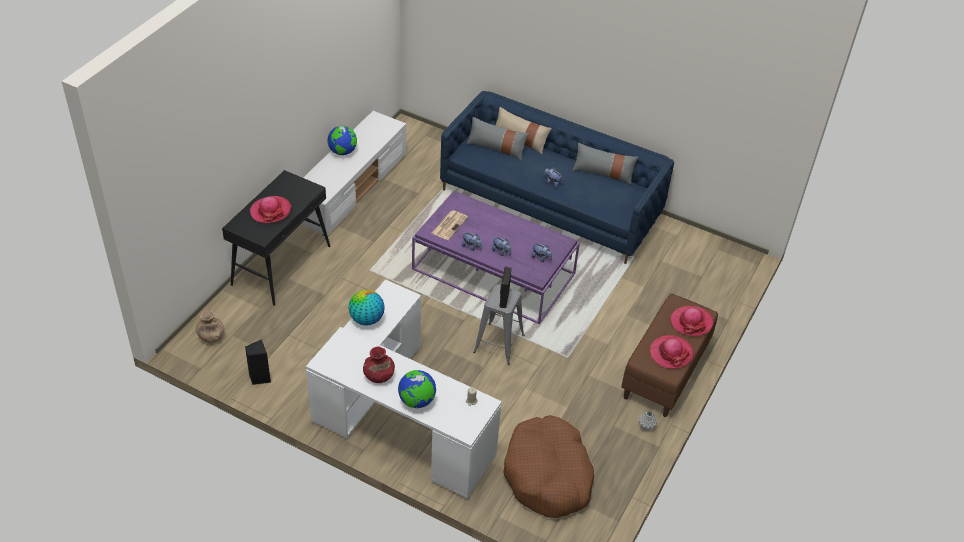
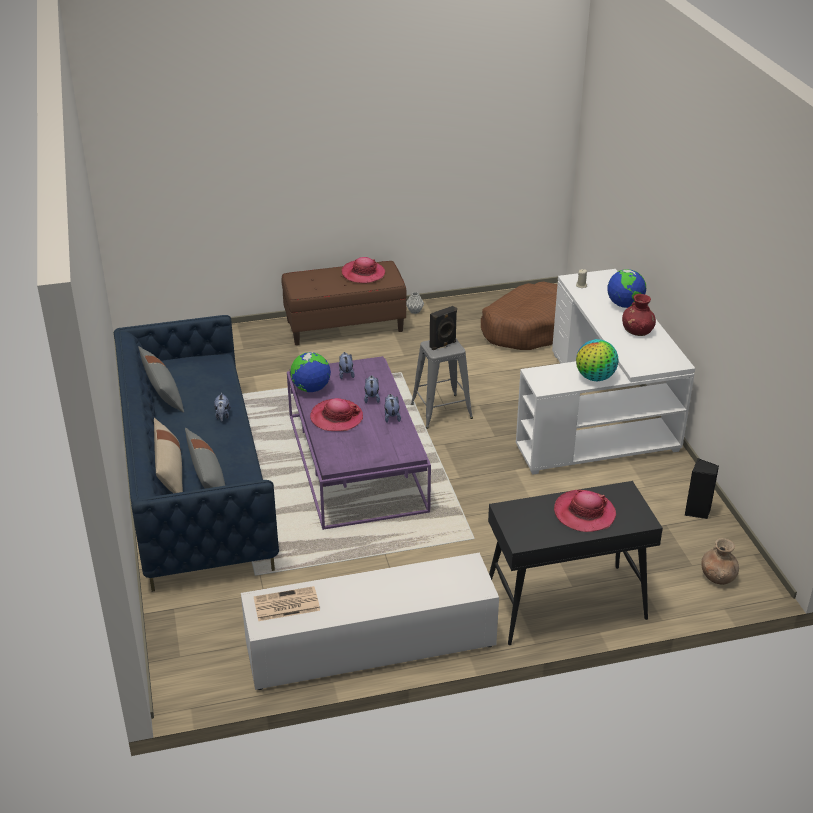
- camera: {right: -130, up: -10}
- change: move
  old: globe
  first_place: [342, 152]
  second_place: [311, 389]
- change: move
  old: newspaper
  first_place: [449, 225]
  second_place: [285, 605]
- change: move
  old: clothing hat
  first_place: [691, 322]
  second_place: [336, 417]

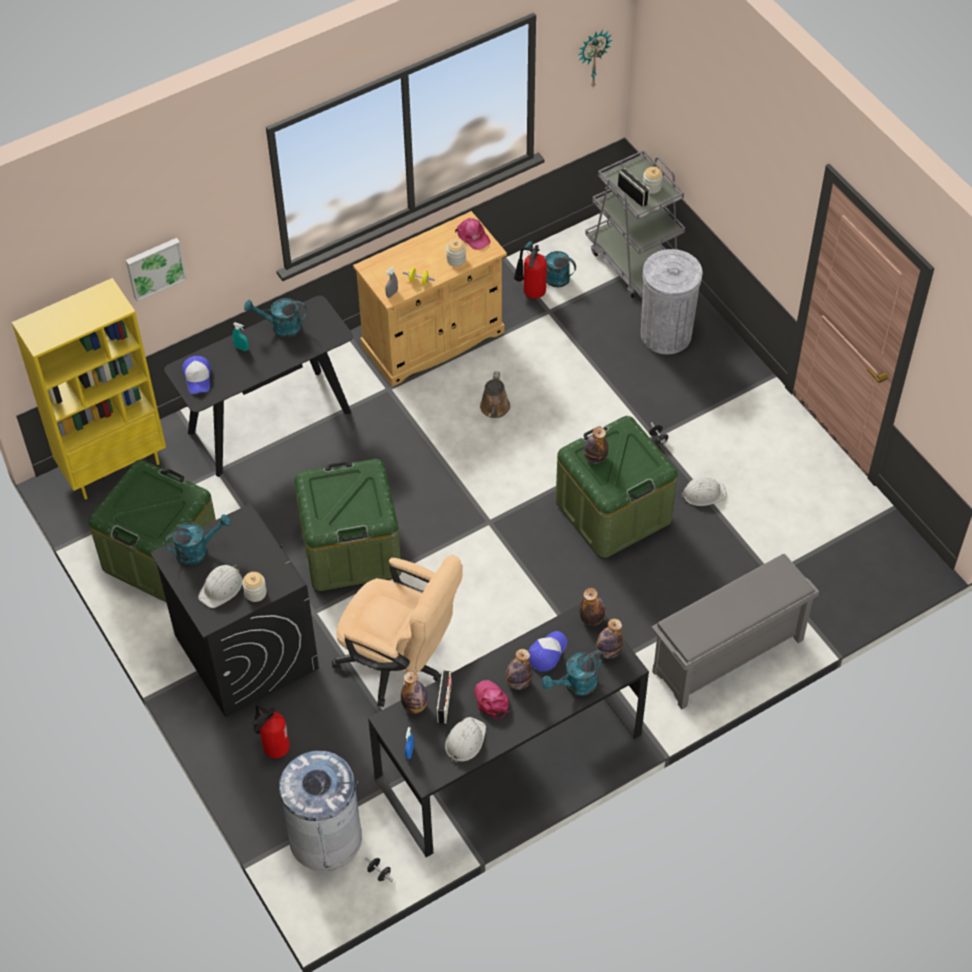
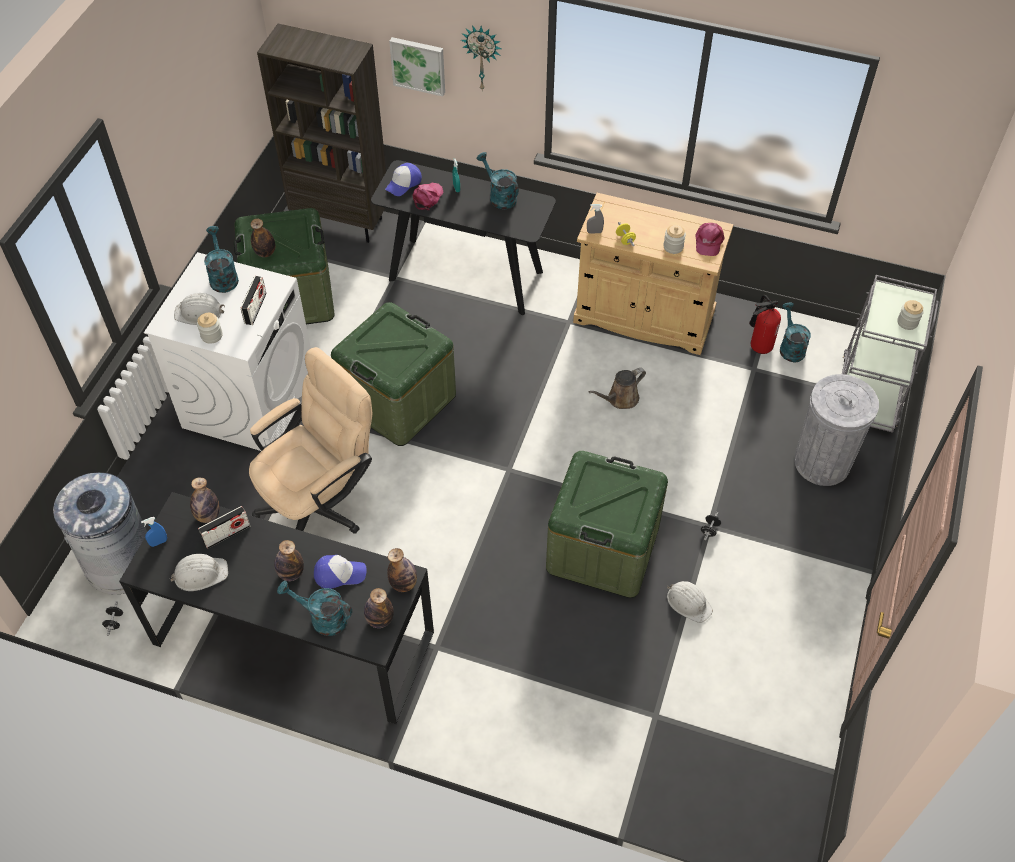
- camera: {right: 50, up: 0}
- change: recolor
  old: shelving unit in yellowish
  new: shelving unit in brown-coloured
  first_place: [114, 466]
  second_place: [342, 221]
- change: recolor
  old: laundry appliance in black
  new: laundry appliance in whitish
  first_place: [245, 651]
  second_place: [250, 400]
- change: rotate
  old: watering pot in turquoise-coloured
  first_place: [197, 550]
  second_place: [223, 276]
  degrees: -135
- change: delete
  old: extinguisher
  first_place: [272, 748]
- change: rotate
  old: desk chair in beige-coloured
  first_place: [400, 664]
  second_place: [320, 503]
  degrees: -120
- change: move
  old: peaked cap in pink-coloured
  first_place: [491, 701]
  second_place: [427, 198]
- change: move
  old: wall clock
  first_place: [592, 58]
  second_place: [482, 57]
- change: move
  old: bottle
  first_place: [595, 458]
  second_place: [265, 253]
- change: move
  old: radio receiver
  first_place: [633, 195]
  second_place: [255, 308]
- change: delete
  old: shoe rack in greyish
  first_place: [727, 657]

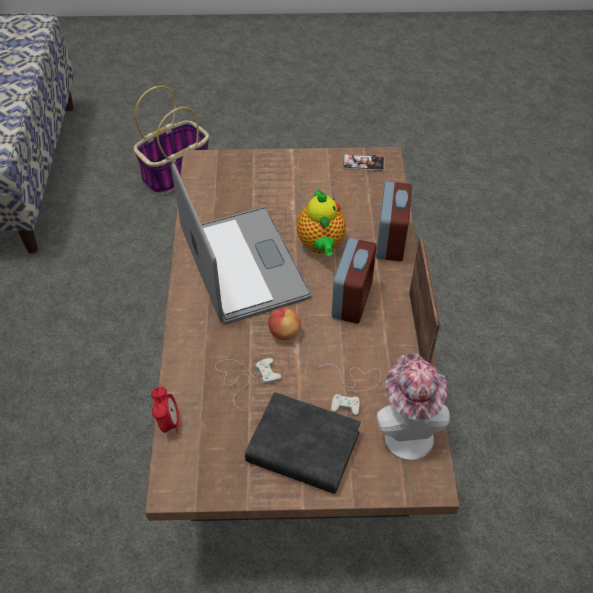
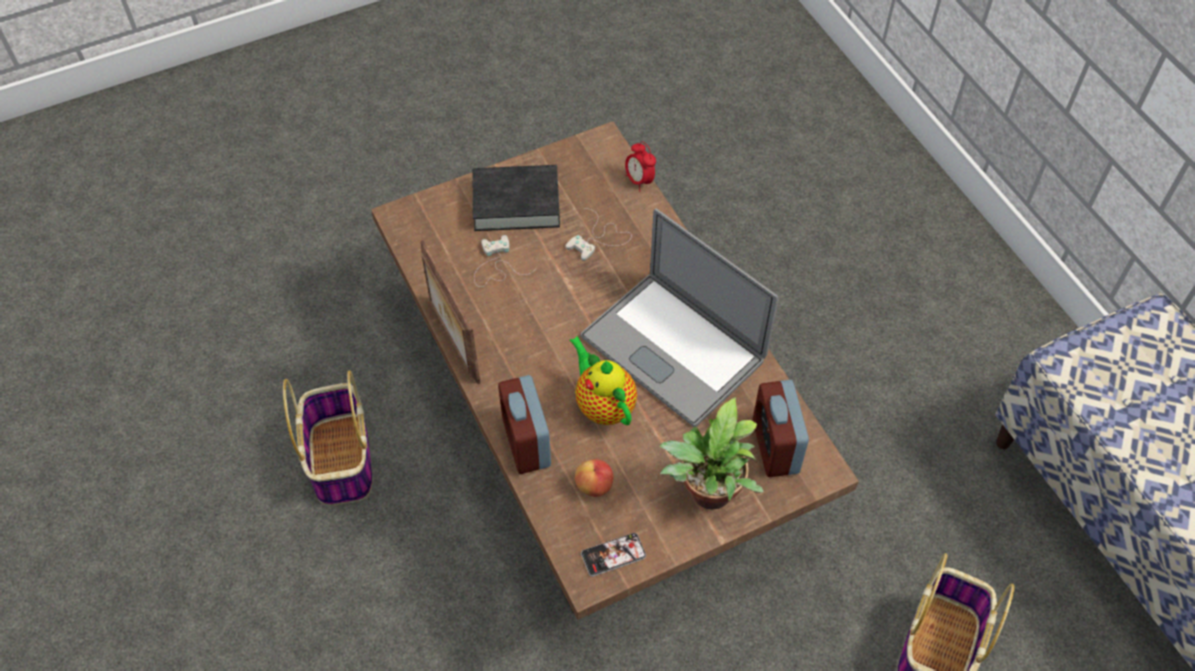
- camera: {right: 155, up: 5}
- change: move
  old: whole apple
  first_place: [284, 333]
  second_place: [594, 486]
- change: move
  old: bedside clock
  first_place: [352, 300]
  second_place: [775, 446]
- change: delete
  old: clothing hat
  first_place: [406, 431]
- change: insert
  new: basket
  second_place: [340, 459]
- change: insert
  new: potted plant
  second_place: [708, 496]

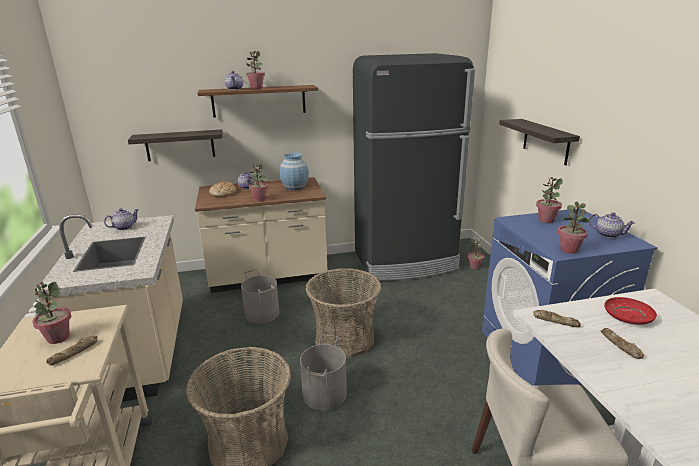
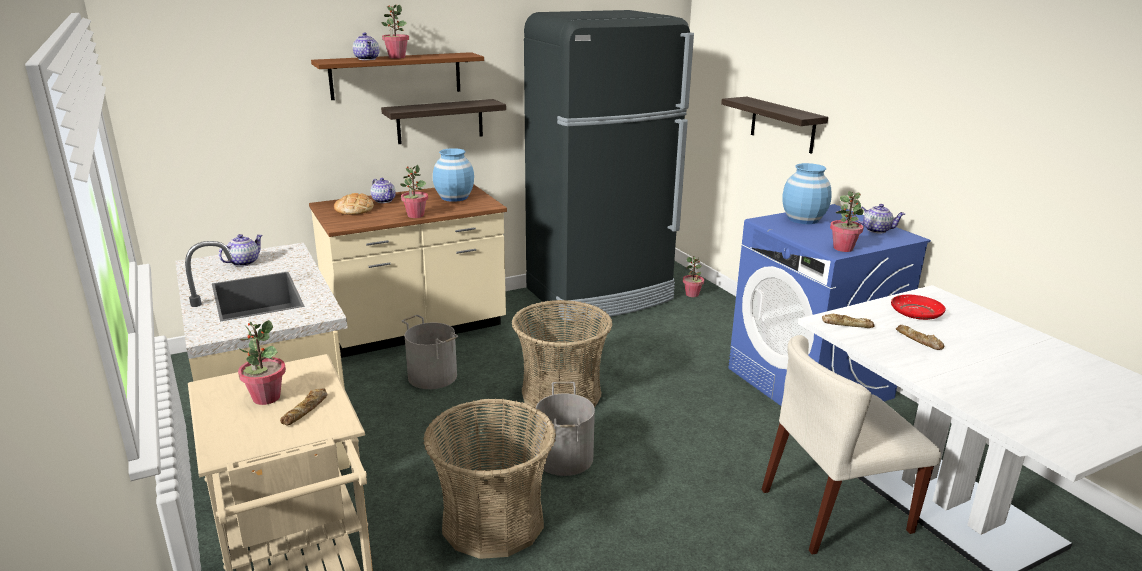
- camera: {right: -15, up: 0}
- change: move
  old: shelf
  first_place: [180, 145]
  second_place: [440, 121]
- change: replace
  old: potted plant
  new: decorative vase in bluish
  first_place: [546, 220]
  second_place: [803, 219]

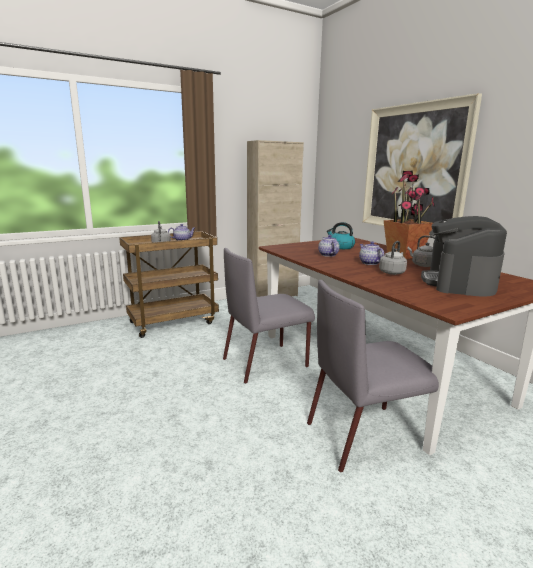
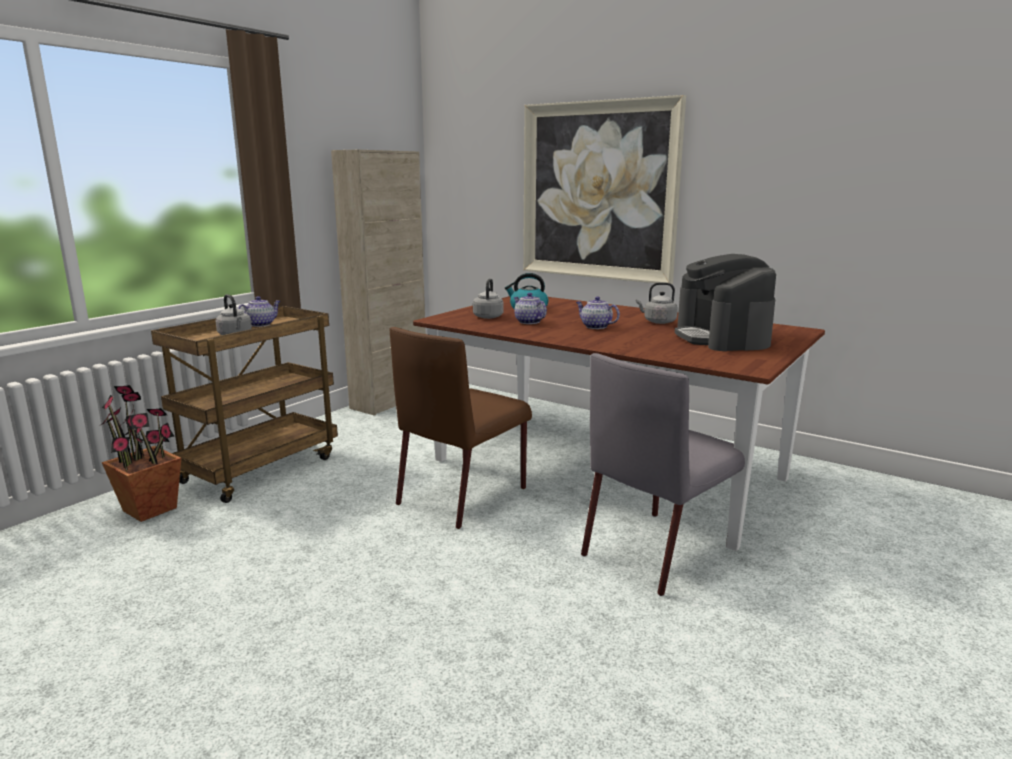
- camera: {right: -25, up: 0}
- change: recolor
  old: chair in greyish
  new: chair in brown-coloured
  first_place: [266, 362]
  second_place: [463, 495]
- change: move
  old: kettle in greyish
  first_place: [392, 272]
  second_place: [488, 316]
- change: move
  old: potted plant
  first_place: [404, 256]
  second_place: [150, 509]

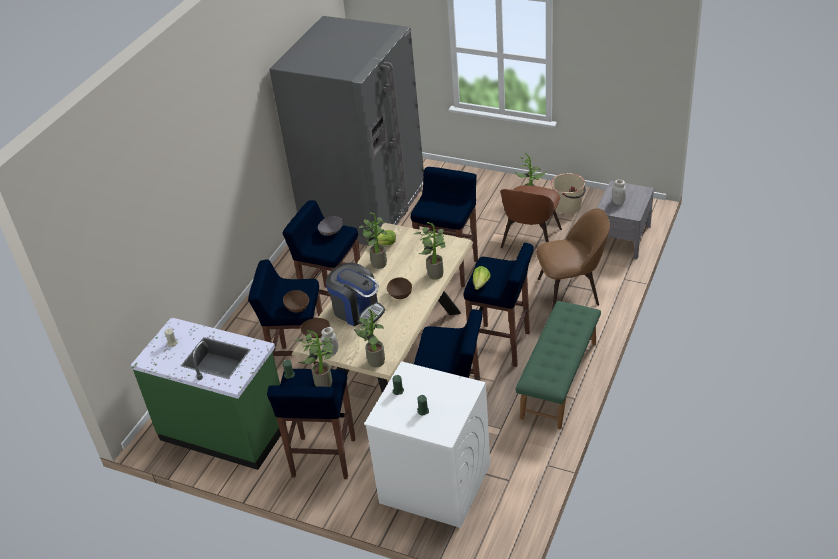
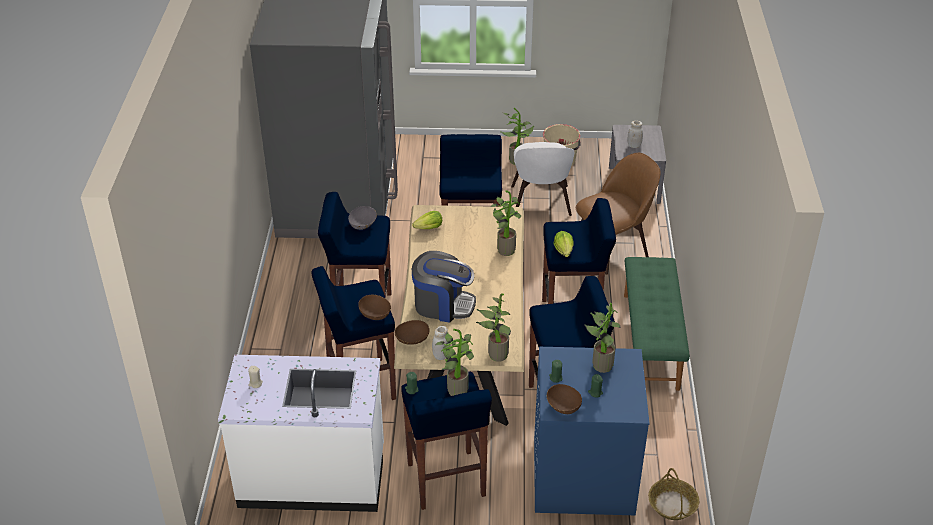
- camera: {right: -25, up: 0}
- change: recolor
  old: kitchen counter in greenish
  new: kitchen counter in whitish
  first_place: [225, 430]
  second_place: [312, 477]
- change: move
  old: potted plant
  first_place: [377, 263]
  second_place: [599, 364]
- change: recolor
  old: laundry appliance in whitish
  new: laundry appliance in bluish
  first_place: [434, 483]
  second_place: [582, 477]
- change: move
  old: deep dish in brown-coloured
  first_place: [400, 294]
  second_place: [563, 407]
- change: recolor
  old: chair in brown-coloured
  new: chair in whitish
  first_place: [530, 240]
  second_place: [541, 202]
- change: insert
  new: basket
  second_place: [672, 504]

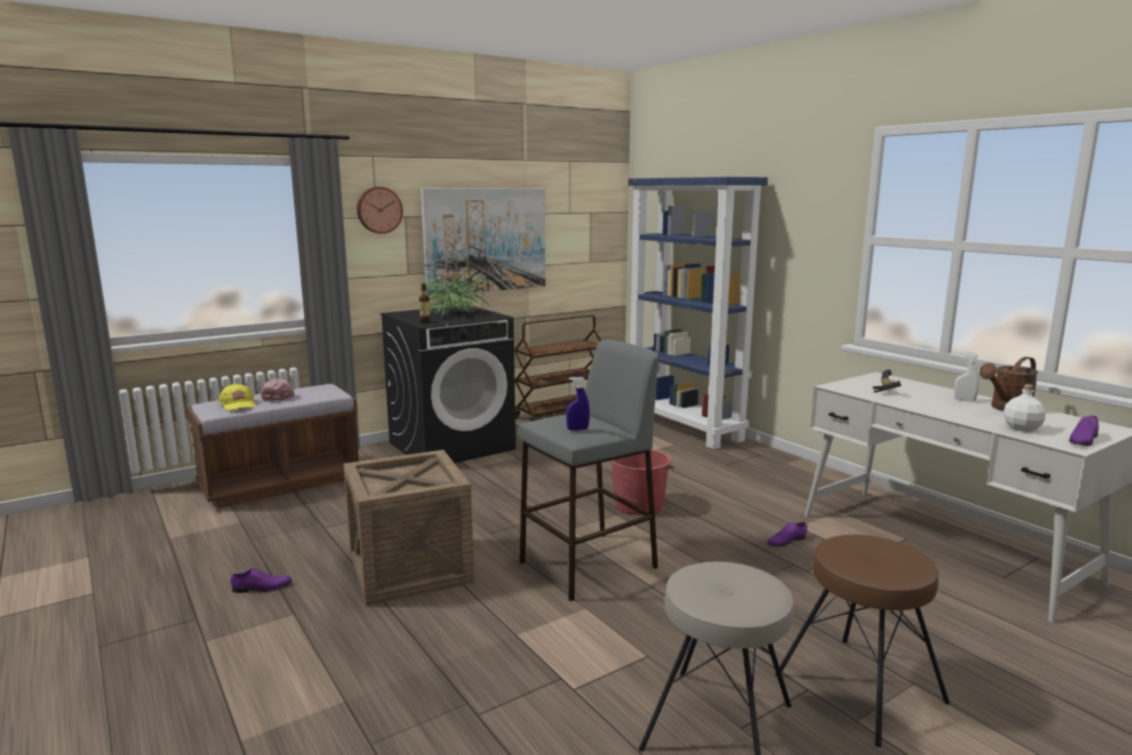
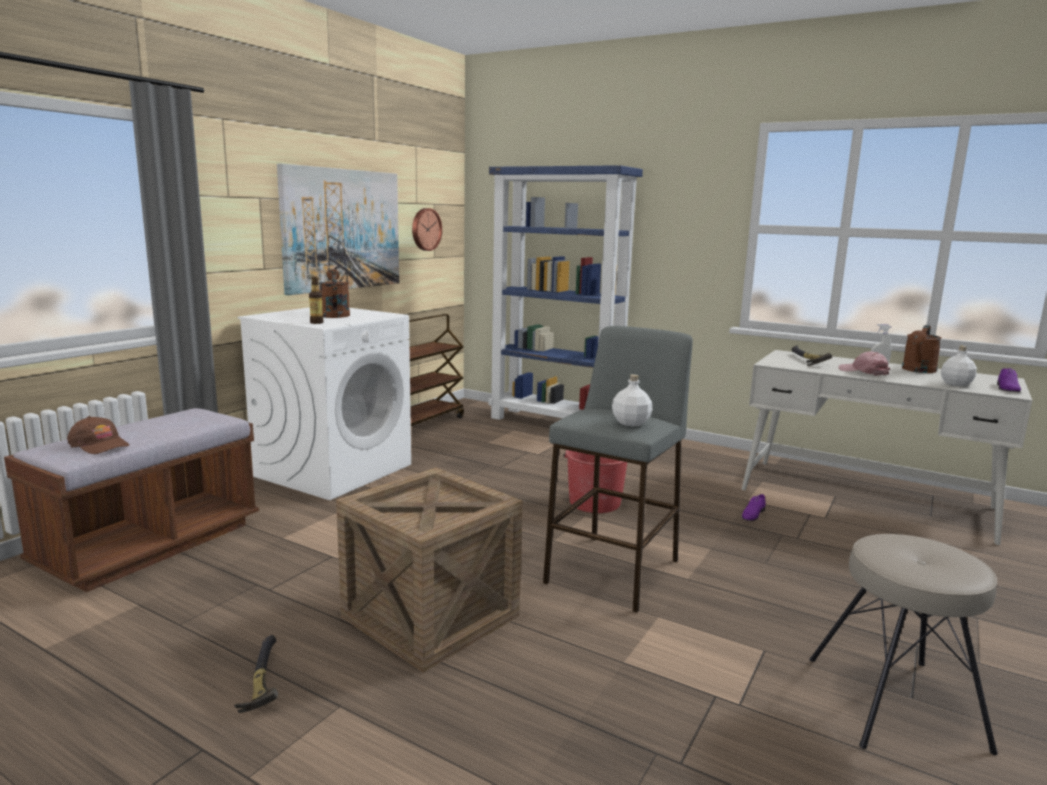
- camera: {right: -25, up: 0}
- change: recolor
  old: peaked cap in yellowish
  new: peaked cap in brown-coloured
  first_place: [238, 404]
  second_place: [99, 445]
- change: replace
  old: low shoe in purple
  new: hammer
  first_place: [262, 587]
  second_place: [260, 683]
- change: move
  old: peaked cap in pink-coloured
  first_place: [278, 396]
  second_place: [863, 371]
- change: move
  old: wall clock
  first_place: [379, 210]
  second_place: [425, 229]
- change: recolor
  old: laundry appliance in black
  new: laundry appliance in whitish
  first_place: [452, 446]
  second_place: [334, 470]
- change: replace
  old: potted plant
  new: watering pot in brown-coloured
  first_place: [453, 314]
  second_place: [334, 314]
- change: replace
  old: sprayer in bluish
  new: bottle in whitish
  first_place: [577, 429]
  second_place: [630, 423]
- change: delete
  old: stool in brown-coloured
  first_place: [860, 687]

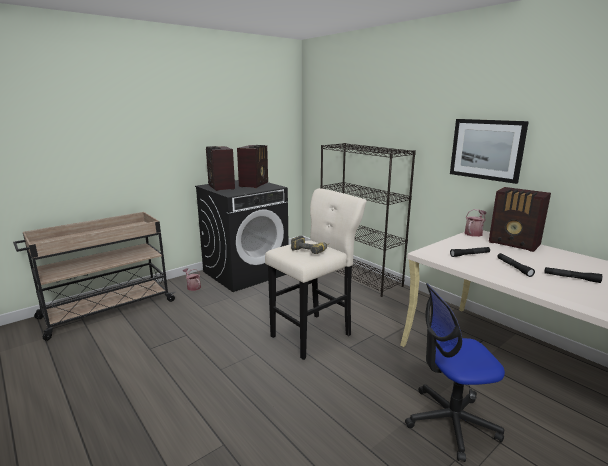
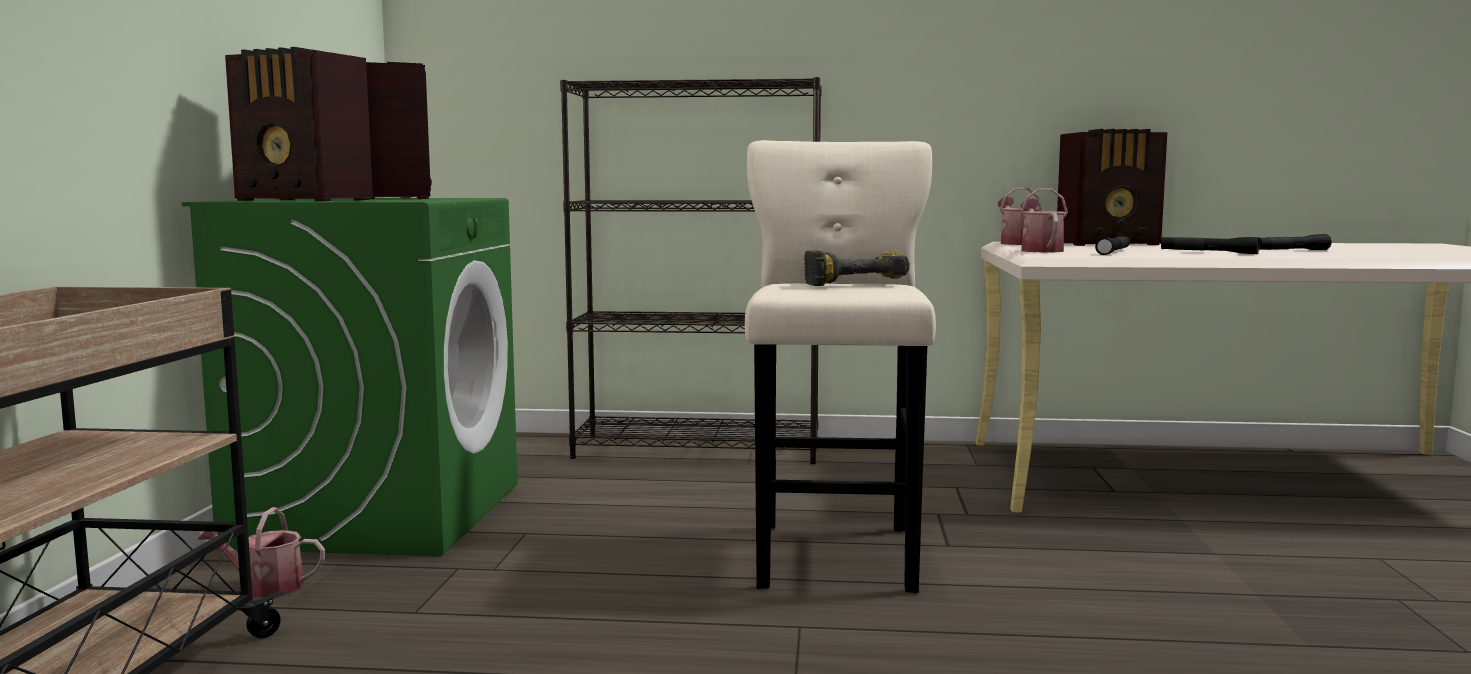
- camera: {right: -45, up: -10}
- change: recolor
  old: laundry appliance in black
  new: laundry appliance in greenish
  first_place: [246, 272]
  second_place: [380, 514]
- change: delete
  old: desk chair
  first_place: [450, 422]
- change: delete
  old: picture
  first_place: [486, 149]
- change: insert
  new: watering pot
  second_place: [1040, 250]

